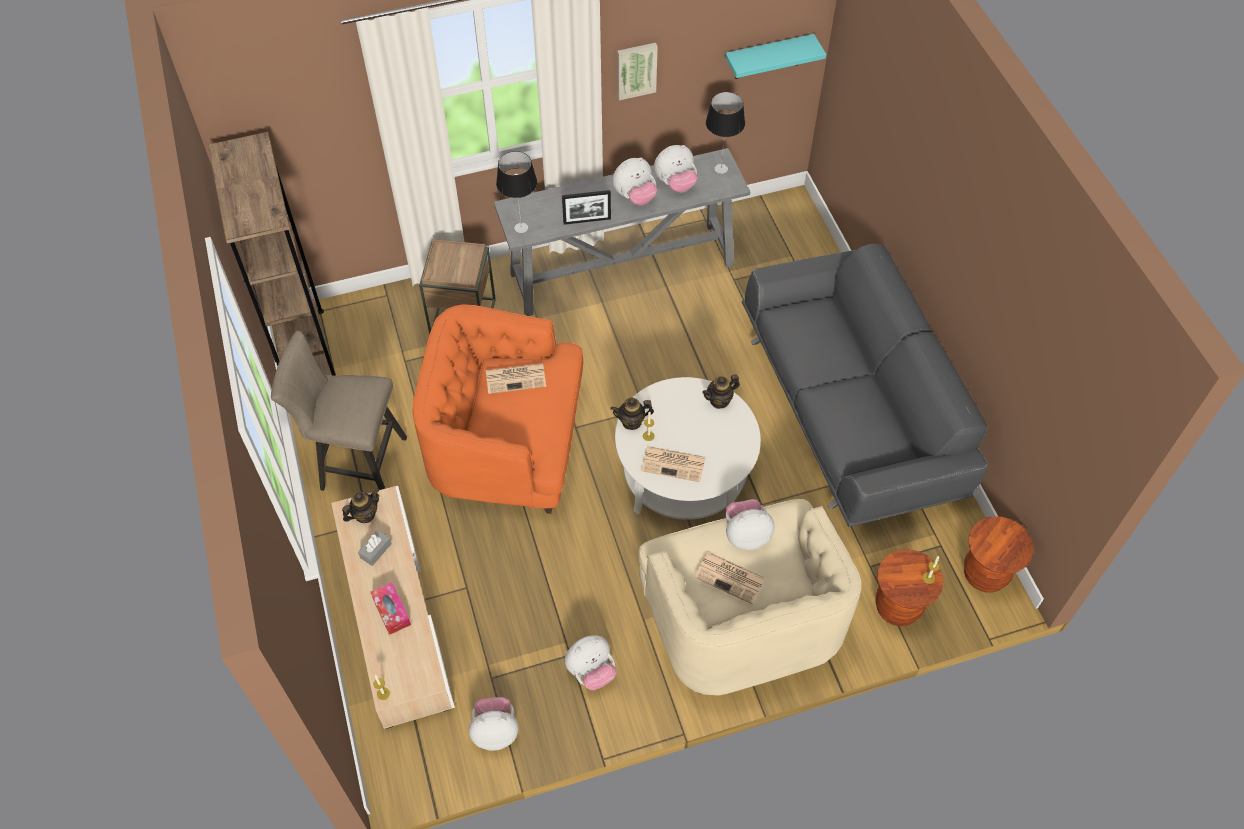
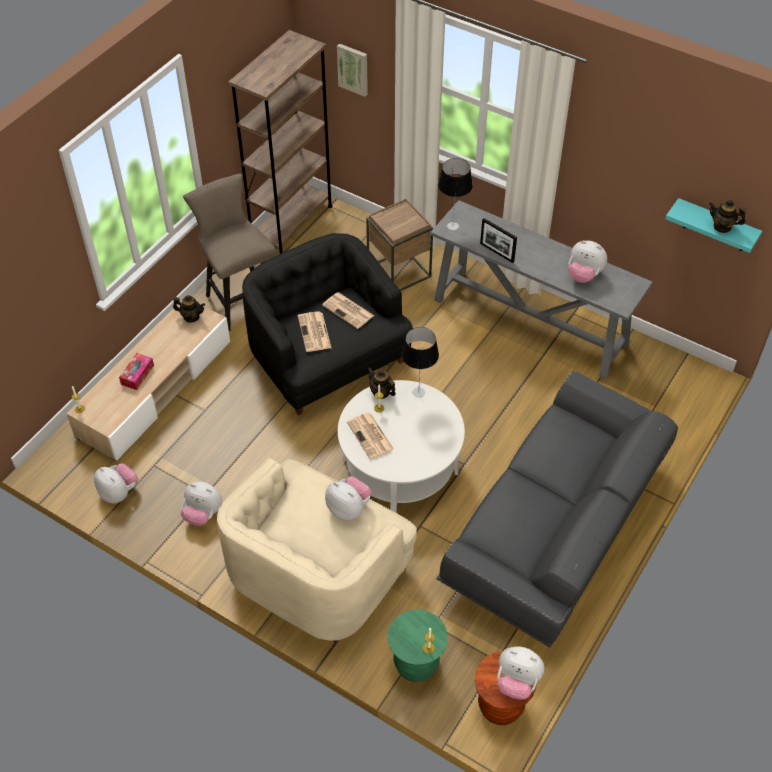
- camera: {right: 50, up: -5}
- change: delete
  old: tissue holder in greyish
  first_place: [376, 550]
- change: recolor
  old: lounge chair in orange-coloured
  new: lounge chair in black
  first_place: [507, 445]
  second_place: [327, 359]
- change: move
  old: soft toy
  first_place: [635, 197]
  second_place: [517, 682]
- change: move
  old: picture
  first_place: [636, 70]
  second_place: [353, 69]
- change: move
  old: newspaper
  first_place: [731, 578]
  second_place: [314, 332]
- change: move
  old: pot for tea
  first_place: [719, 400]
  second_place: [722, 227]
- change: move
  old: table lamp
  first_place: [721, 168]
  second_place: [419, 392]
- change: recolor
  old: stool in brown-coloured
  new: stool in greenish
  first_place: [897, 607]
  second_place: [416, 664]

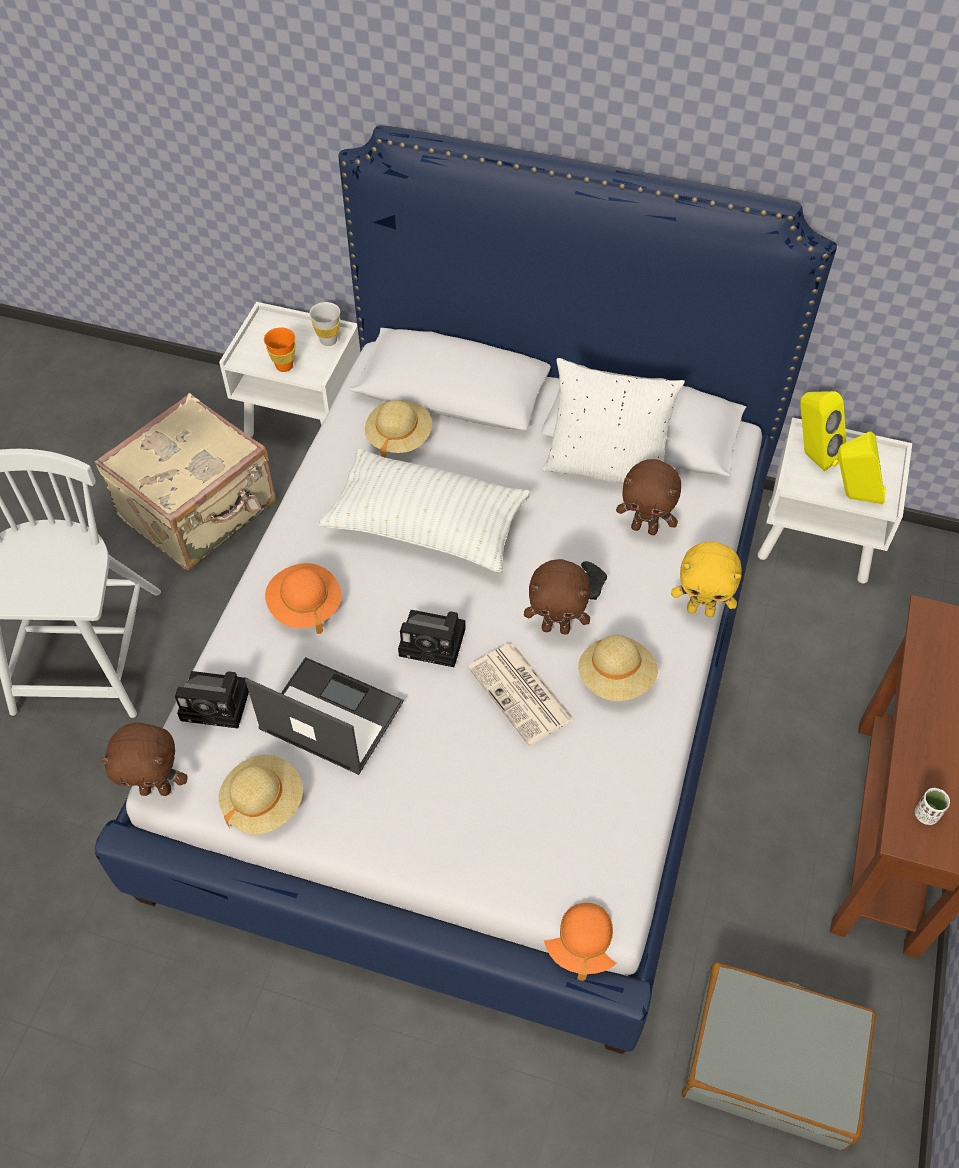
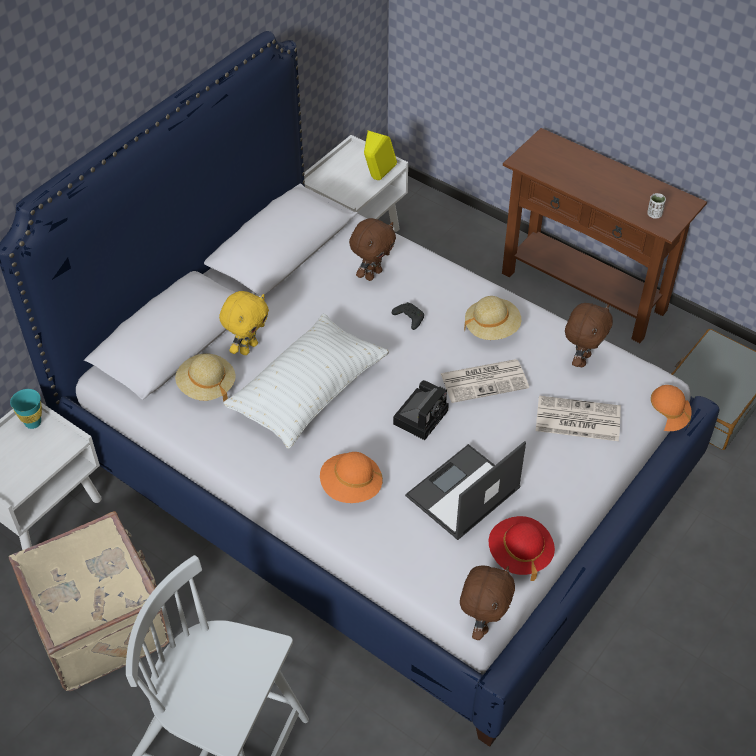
- camera: {right: -70, up: -5}
- change: delete
  old: photo camera
  first_place: [219, 703]
- change: recolor
  old: clothing hat in beige-coloured
  new: clothing hat in red
  first_place: [263, 802]
  second_place: [519, 554]
- change: delete
  old: cup in orange-coloured
  first_place: [284, 366]
- change: recolor
  old: cup in whitish
  new: cup in turquoise-coloured
  first_place: [328, 340]
  second_place: [33, 422]
- change: move
  old: soft toy in brown-coloured
  first_place: [556, 628]
  second_place: [581, 359]
- change: delete
  old: pillow in whitish
  first_place: [605, 467]
- change: move
  old: soft toy in yellowish
  first_place: [701, 610]
  second_place: [248, 347]
- change: delete
  old: loudspeaker in yellowish
  first_place: [811, 455]
- change: insert
  new: newspaper
  second_place: [576, 419]

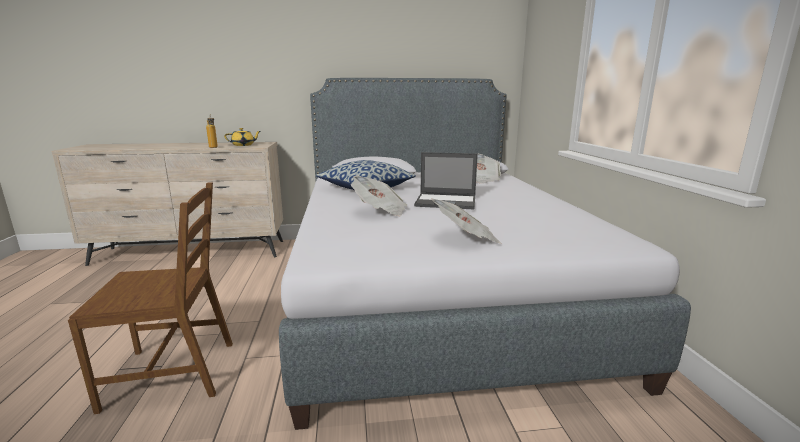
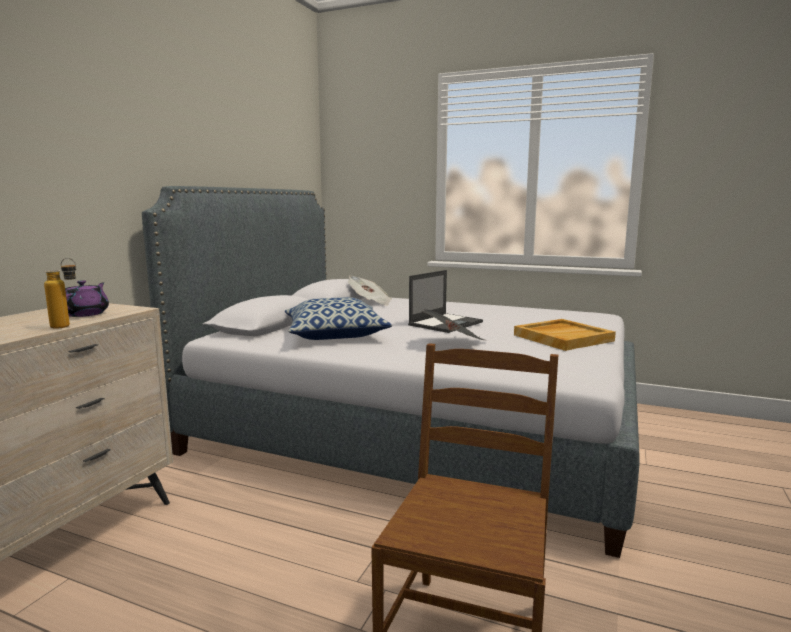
- camera: {right: -60, up: -5}
- change: recolor
  old: pot for tea in yellowish
  new: pot for tea in purple
  first_place: [243, 145]
  second_place: [86, 314]
- change: replace
  old: newspaper
  new: tray in beige-coloured
  first_place: [466, 238]
  second_place: [563, 337]

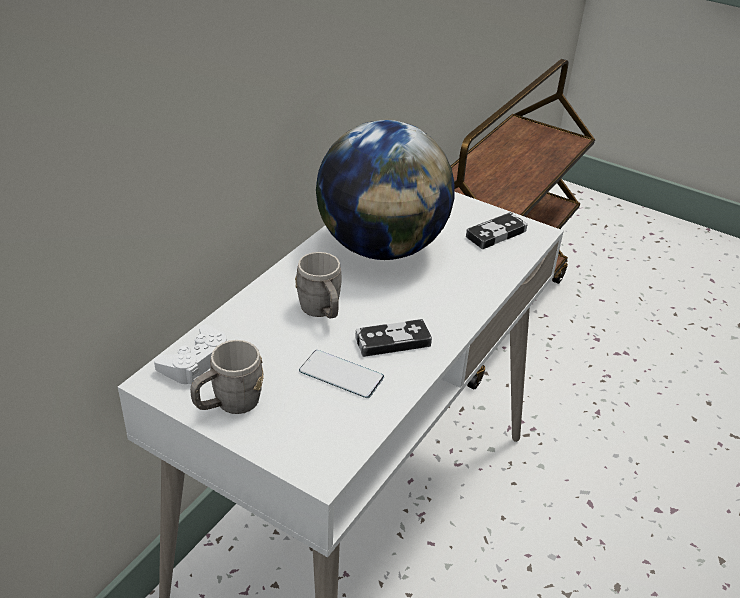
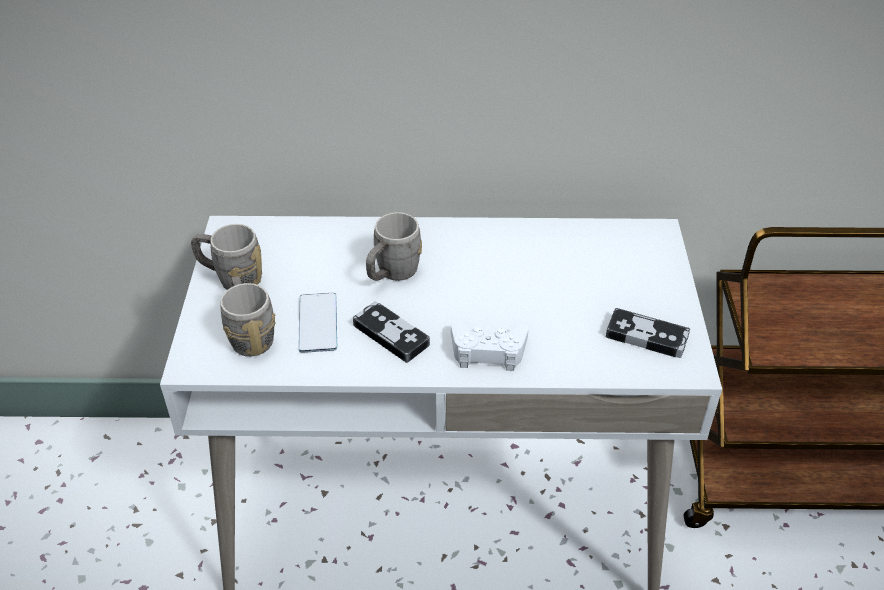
- camera: {right: 60, up: 5}
- change: move
  old: gamepad in whitish
  first_place: [197, 362]
  second_place: [488, 351]
- change: delete
  old: globe
  first_place: [381, 247]
- change: insert
  new: coffee mug in greyish
  second_place: [250, 334]

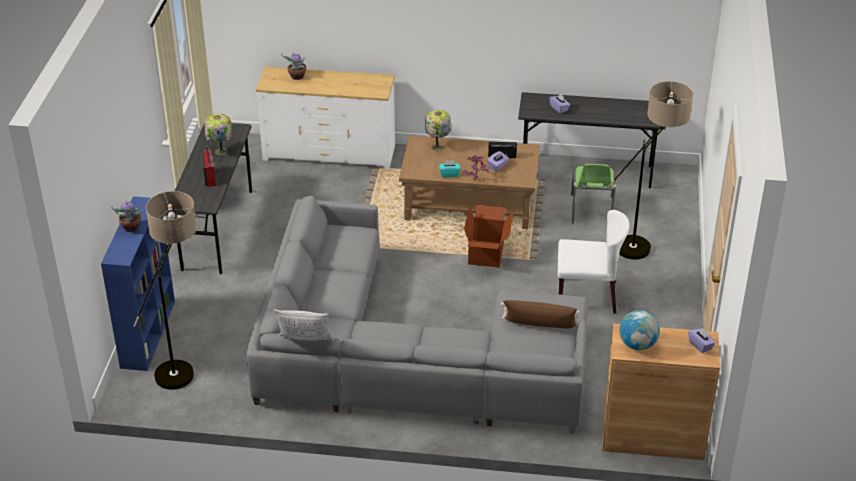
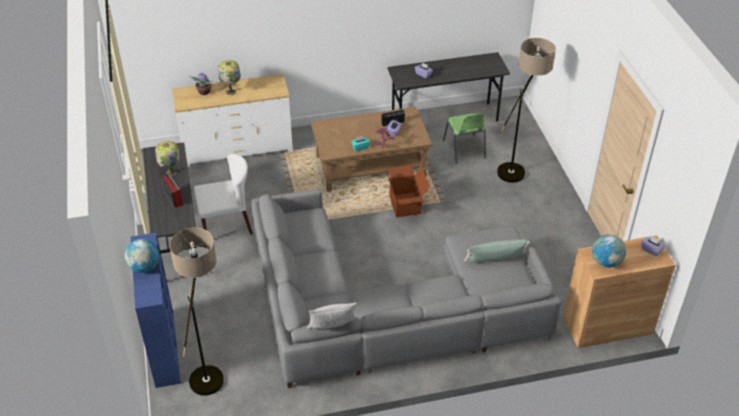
- camera: {right: -20, up: 5}
- change: replace
  old: potted plant
  new: globe
  first_place: [130, 228]
  second_place: [144, 267]
- change: move
  old: table lamp
  first_place: [438, 147]
  second_place: [231, 91]
- change: recolor
  old: pillow in brown-coloured
  new: pillow in greenish
  first_place: [539, 325]
  second_place: [495, 258]
- change: move
  old: chair in whitish
  first_place: [587, 295]
  second_place: [226, 224]

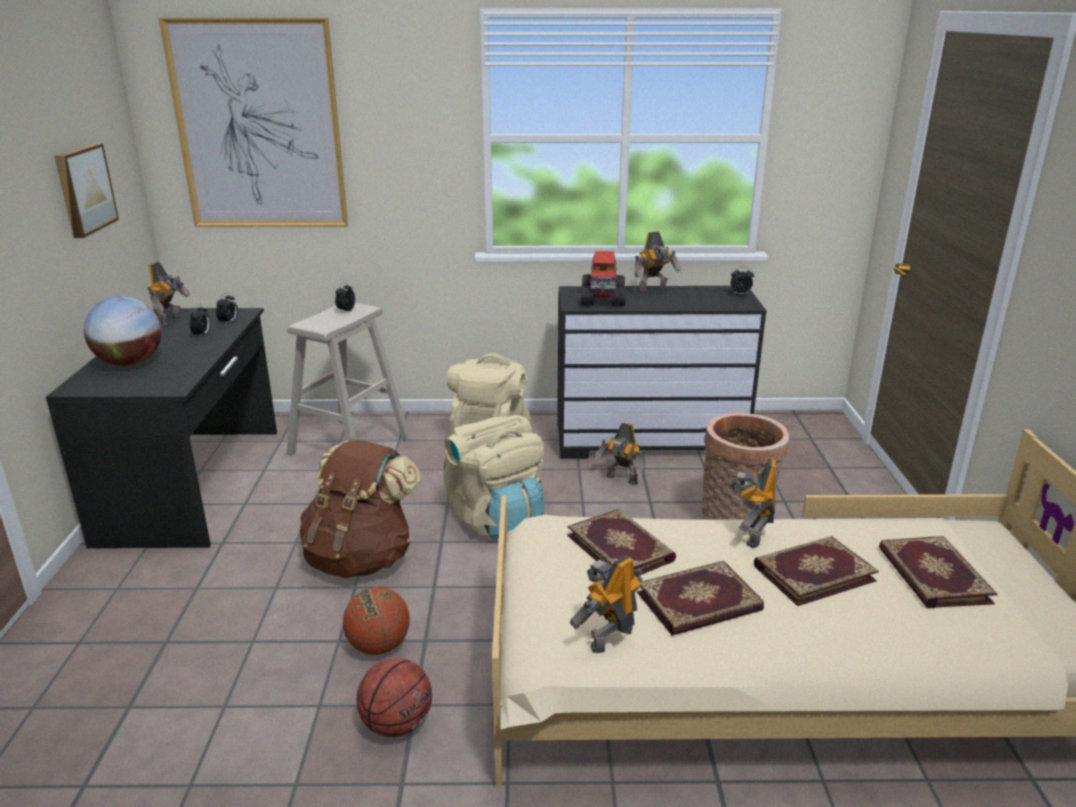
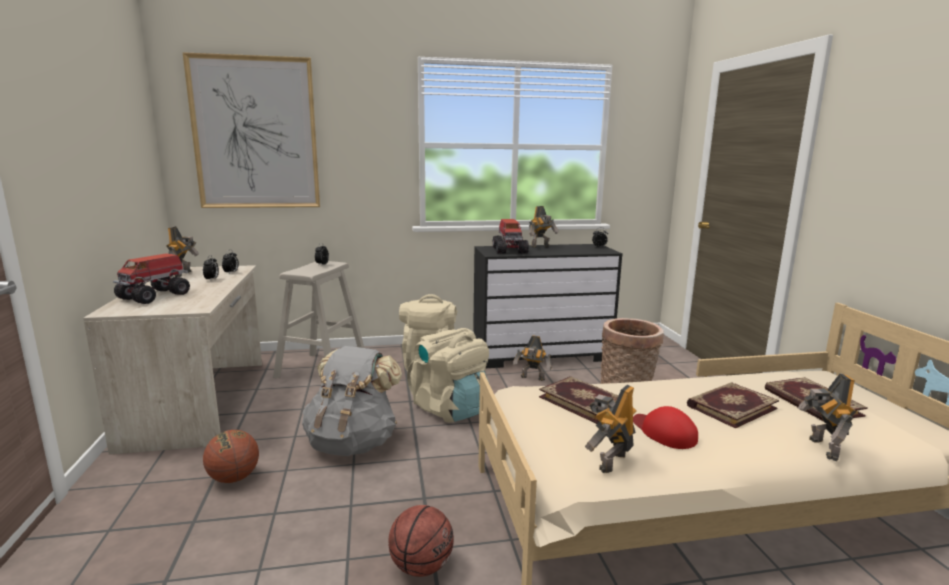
- camera: {right: -10, up: -10}
- change: recolor
  old: desk table in black
  new: desk table in beige-coloured
  first_place: [195, 483]
  second_place: [200, 401]
- change: delete
  old: picture
  first_place: [83, 189]
- change: replace
  old: globe
  new: toy truck
  first_place: [130, 363]
  second_place: [155, 296]
- change: recolor
  old: rucksack in brown-coloured
  new: rucksack in greyish
  first_place: [361, 558]
  second_place: [353, 443]
- change: move
  old: basketball ball
  first_place: [379, 646]
  second_place: [234, 478]
- change: replace
  old: volume
  new: peaked cap in red
  first_place: [700, 603]
  second_place: [664, 432]
- change: move
  old: toy robot
  first_place: [750, 535]
  second_place: [821, 449]

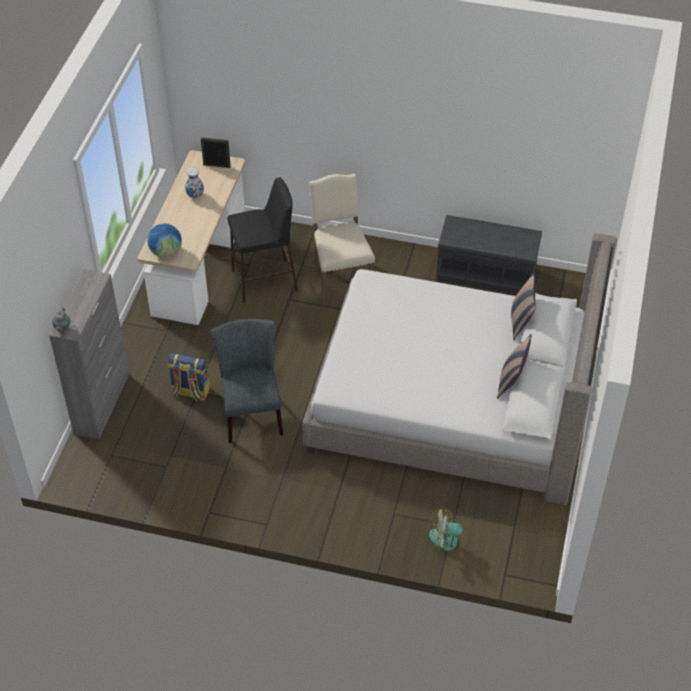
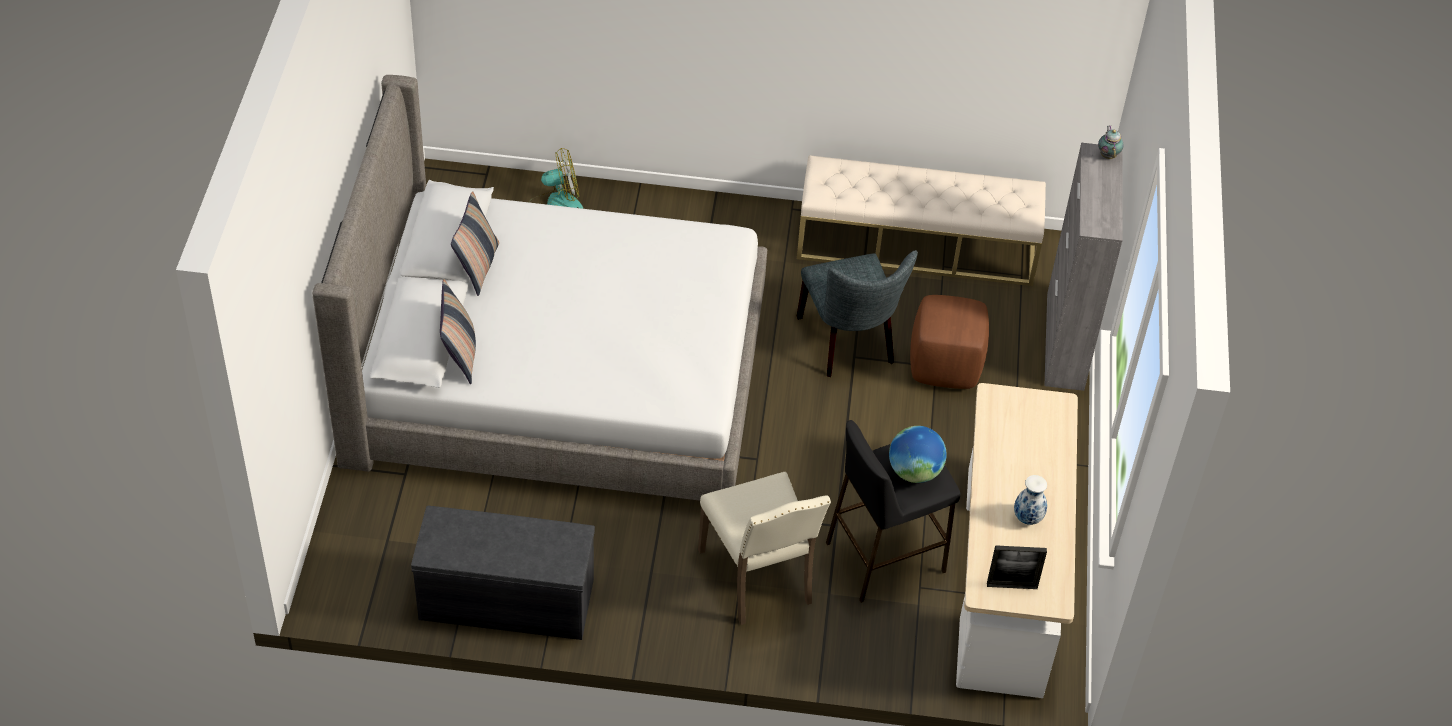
- camera: {right: 170, up: 0}
- change: move
  old: globe
  first_place: [166, 252]
  second_place: [914, 472]
- change: replace
  old: rucksack
  new: ottoman in brown-coloured
  first_place: [190, 391]
  second_place: [945, 366]
- change: insert
  new: long seat in beige-coloured
  second_place: [917, 246]

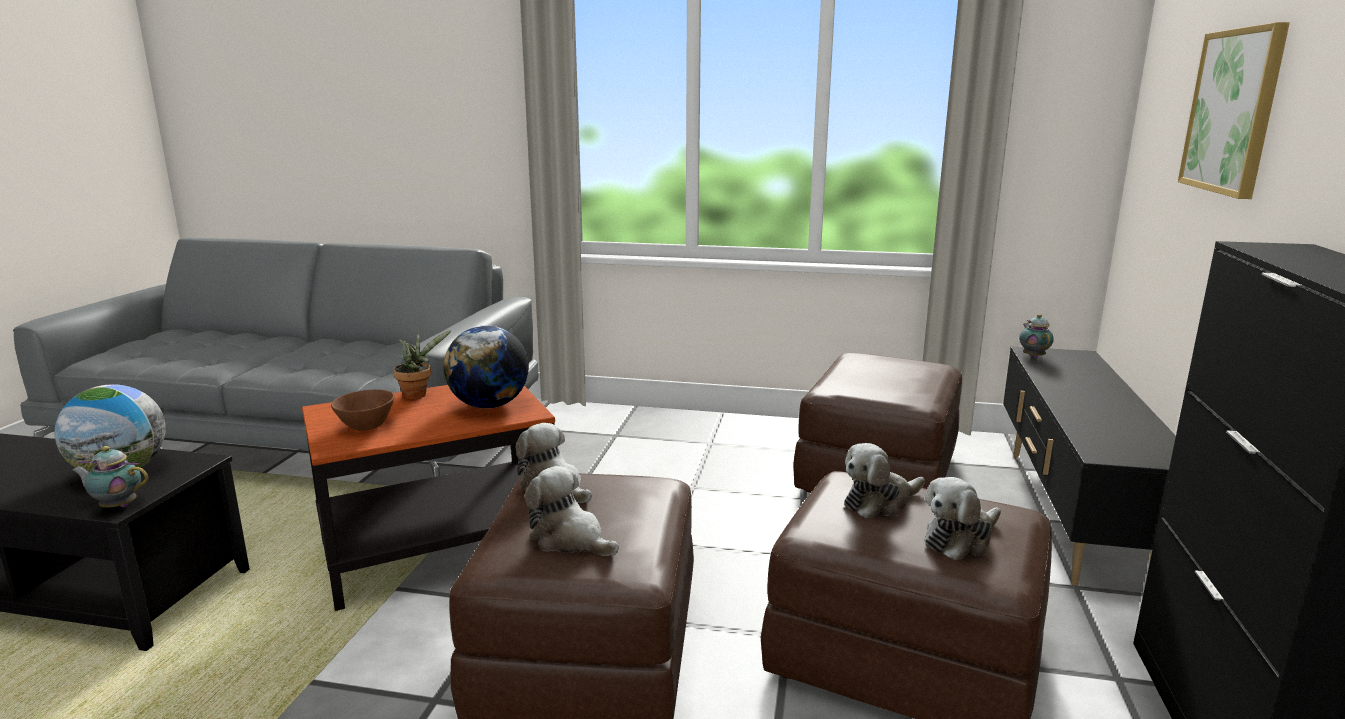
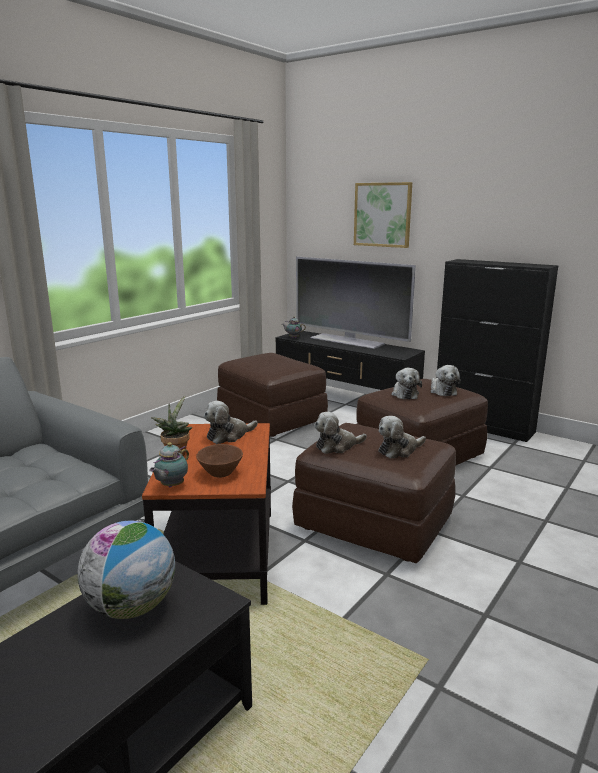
- camera: {right: -65, up: 0}
- change: move
  old: pot for tea
  first_place: [117, 506]
  second_place: [171, 486]
- change: replace
  old: globe
  new: soft toy
  first_place: [489, 405]
  second_place: [228, 436]
- change: insert
  new: TV set
  second_place: [347, 341]

